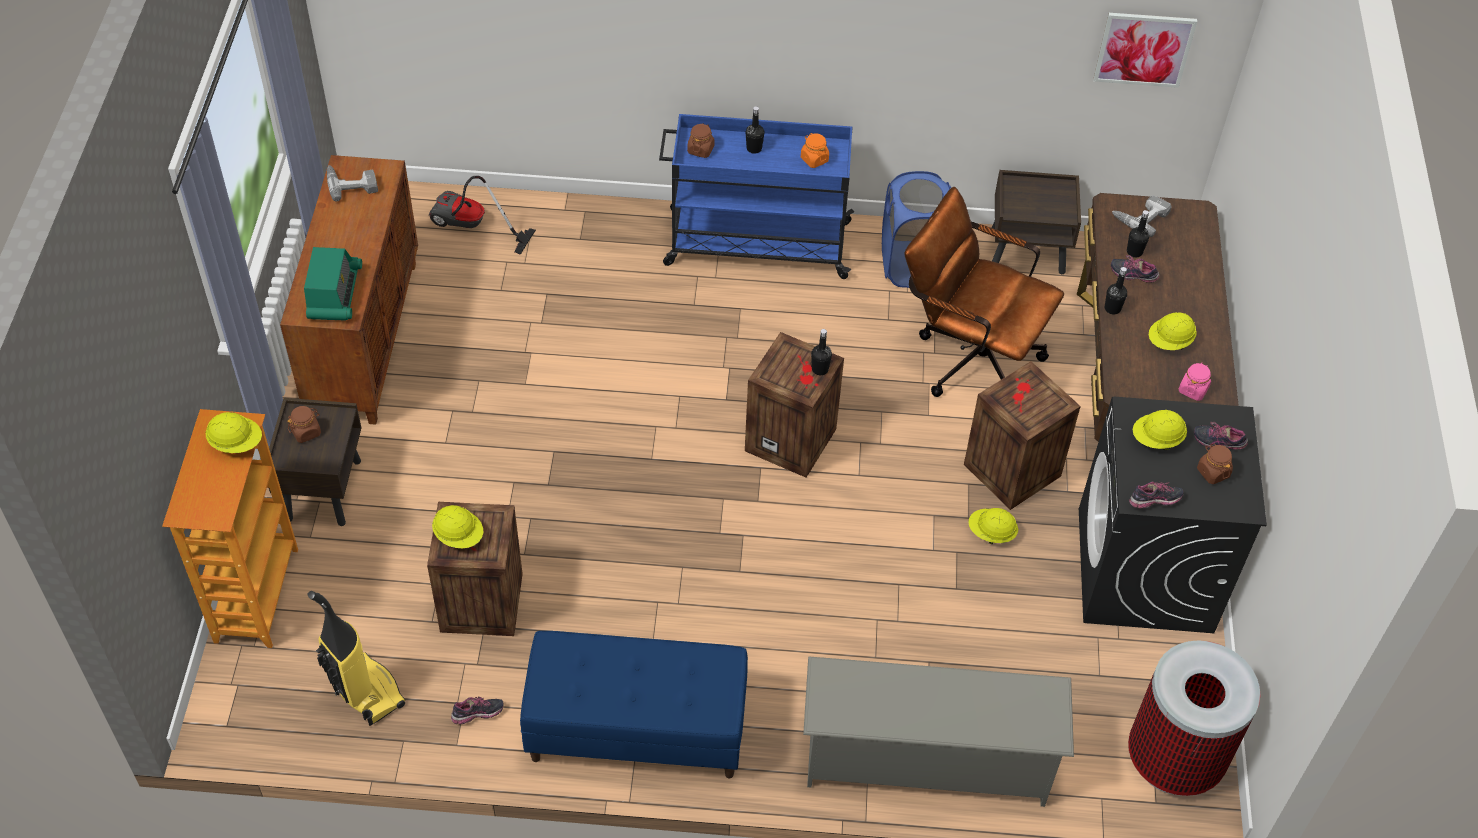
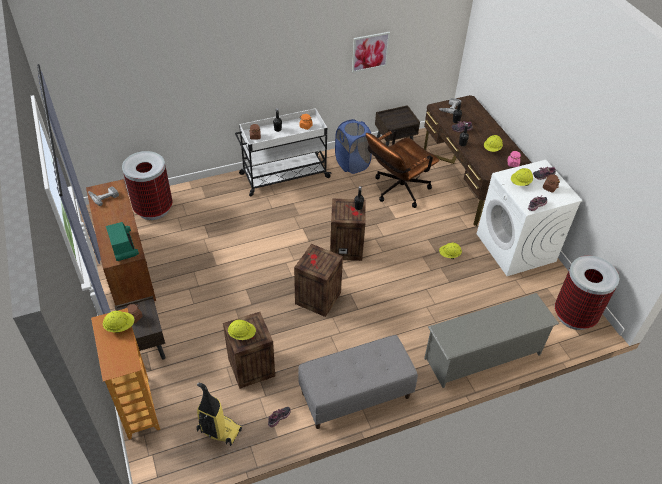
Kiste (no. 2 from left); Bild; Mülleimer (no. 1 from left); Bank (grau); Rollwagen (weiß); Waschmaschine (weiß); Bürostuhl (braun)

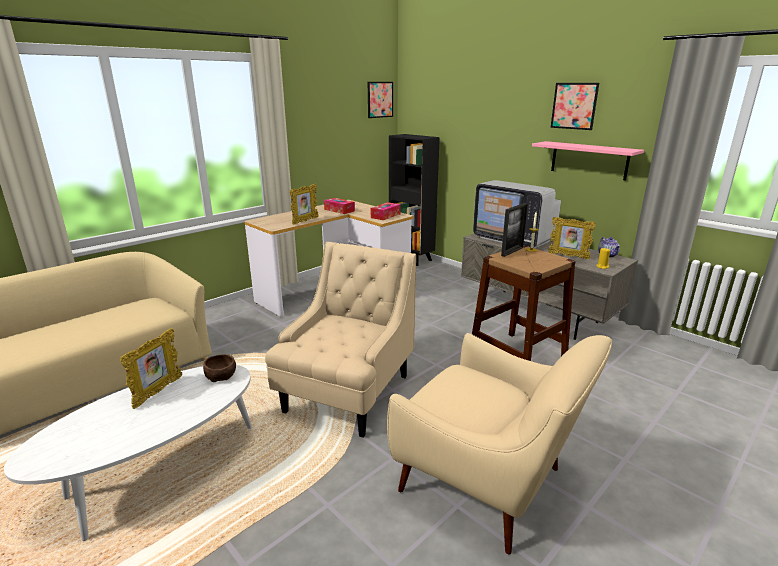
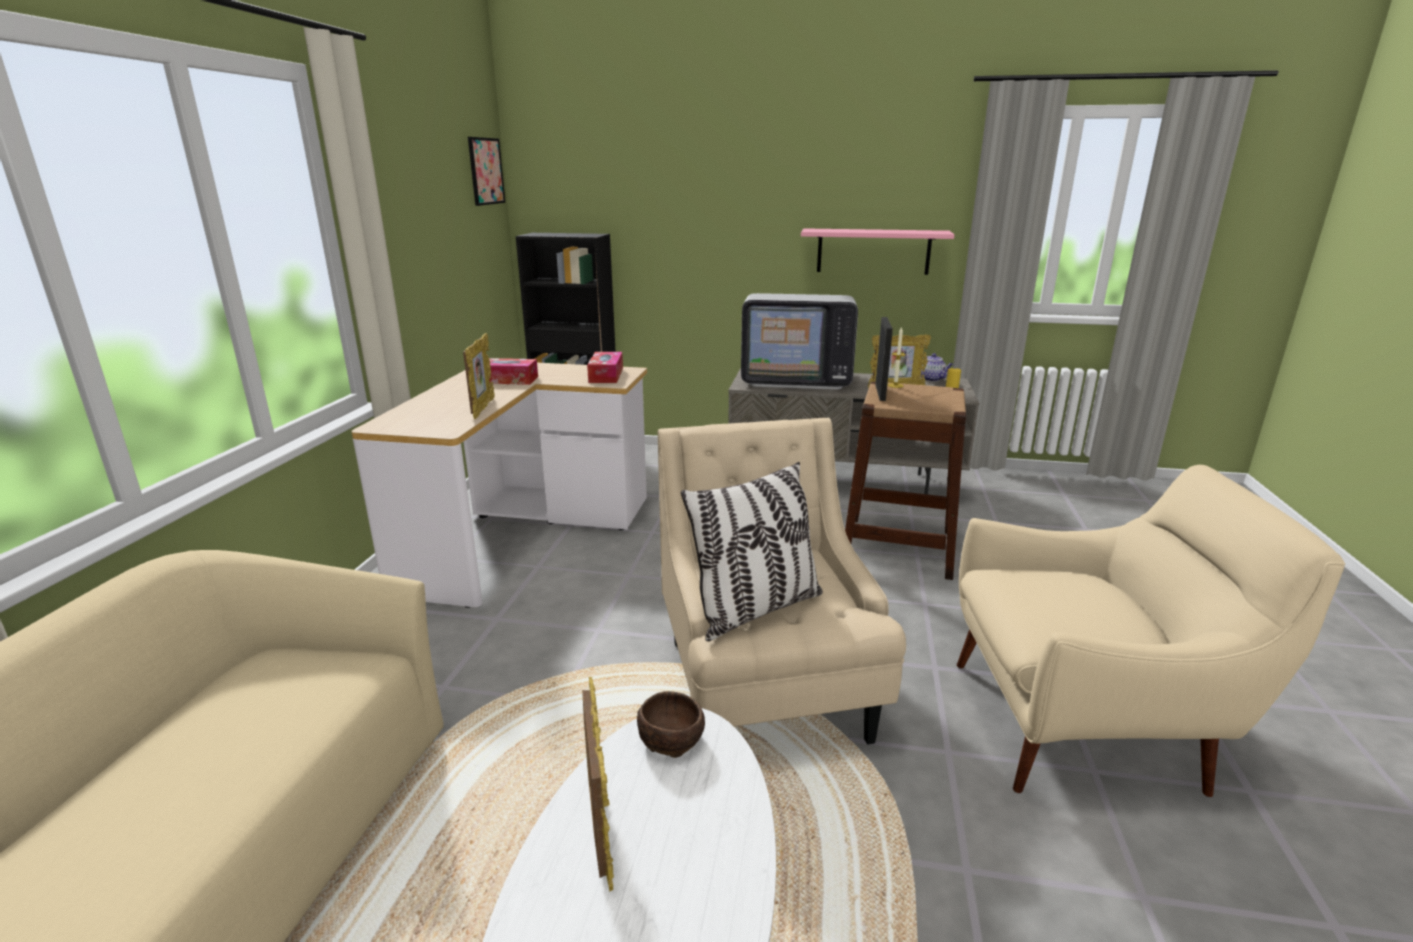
Bild (no. 2 from left in the first image); Kissen

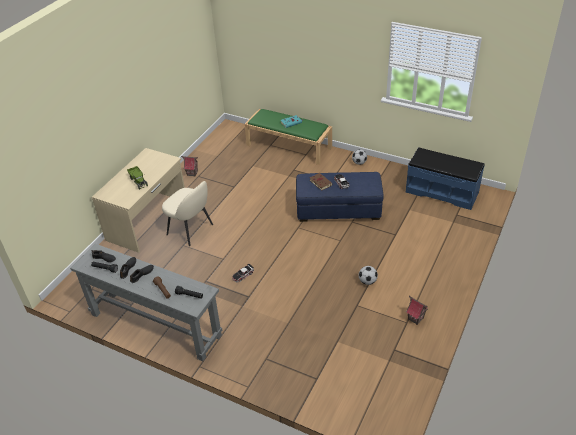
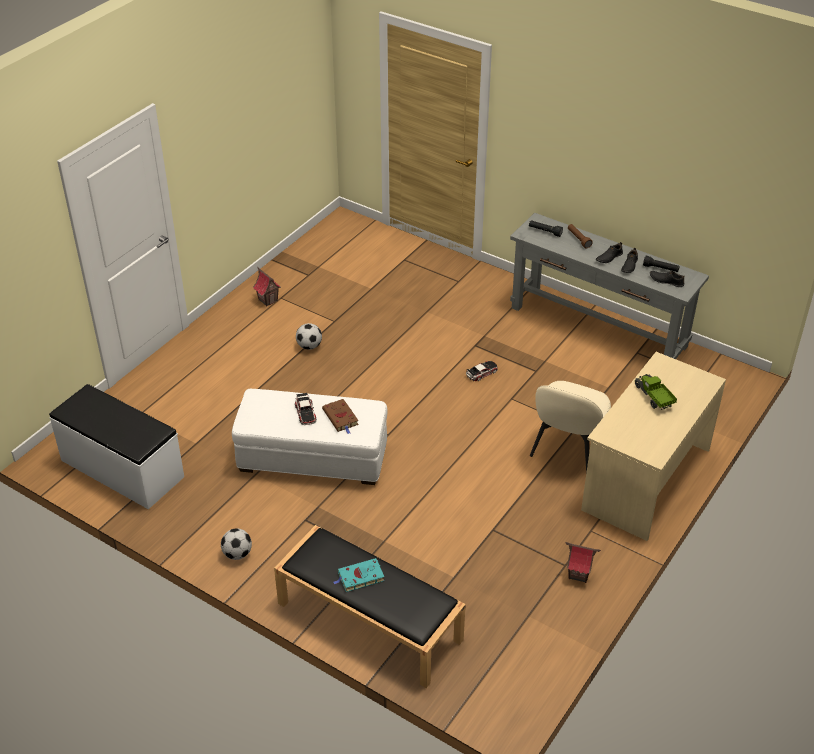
Bank (schwarz); Polsterhocker (weiß); Bank (weiß); Stuhl (beige)

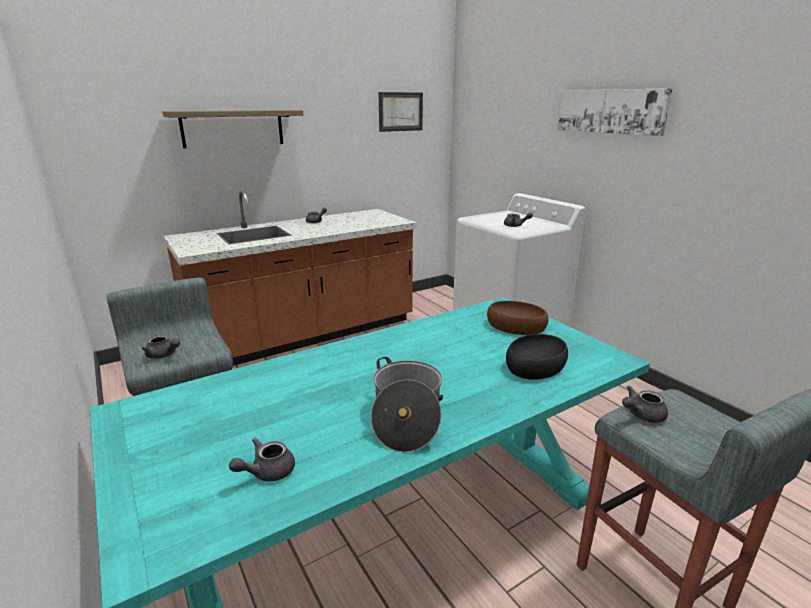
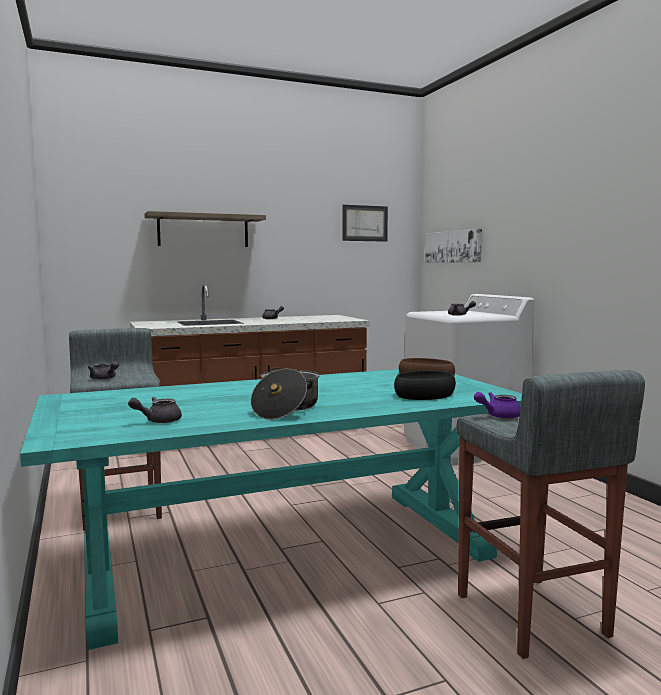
Bild (no. 2 from left); Teekanne (lila)

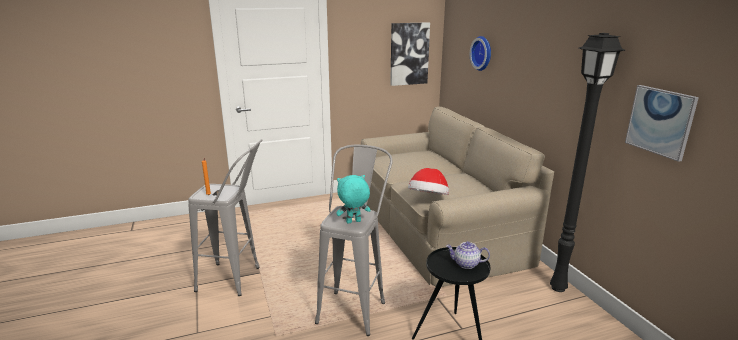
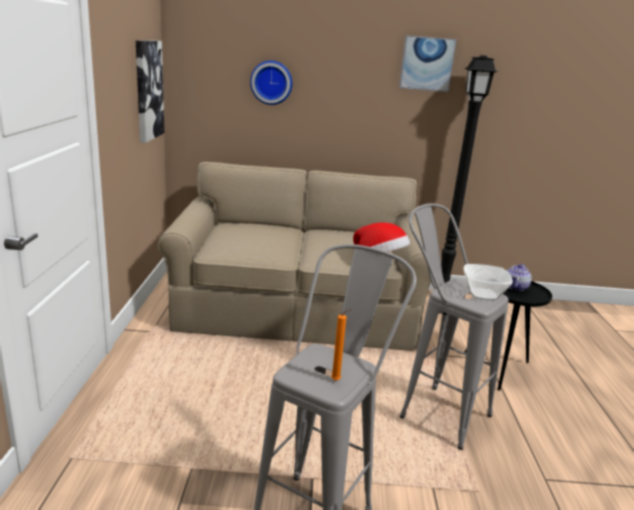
Bild (no. 2 from left); Schüssel

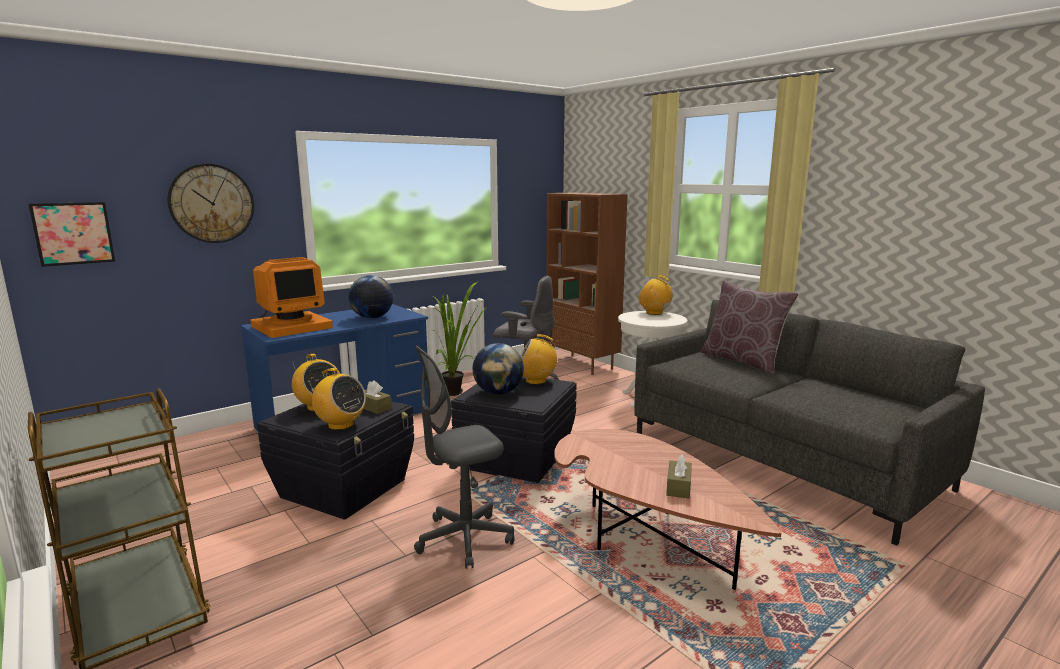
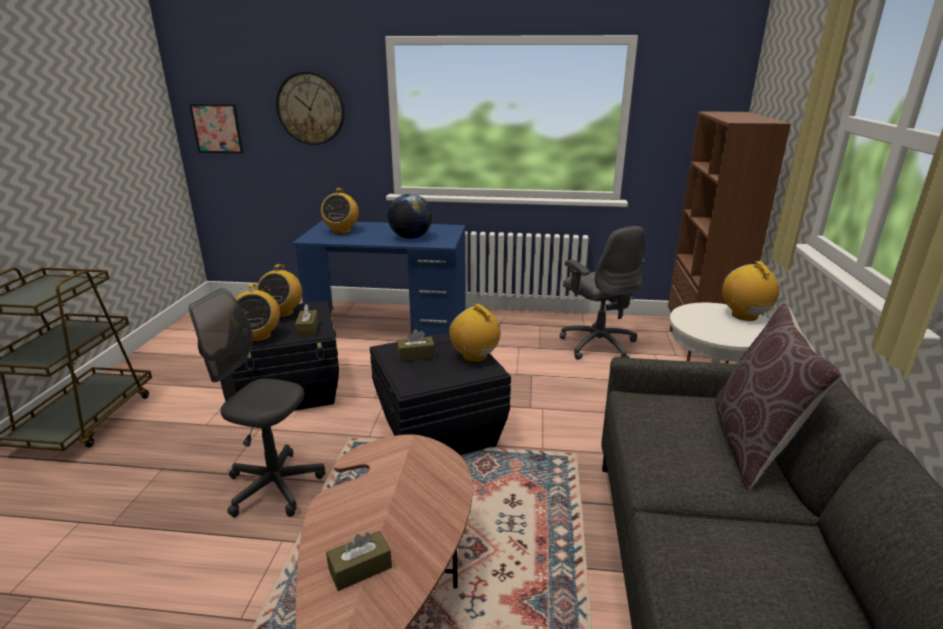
Topfpflanze; Radio (no. 3 from left); Taschentuchbox (braun) (no. 3 from left)

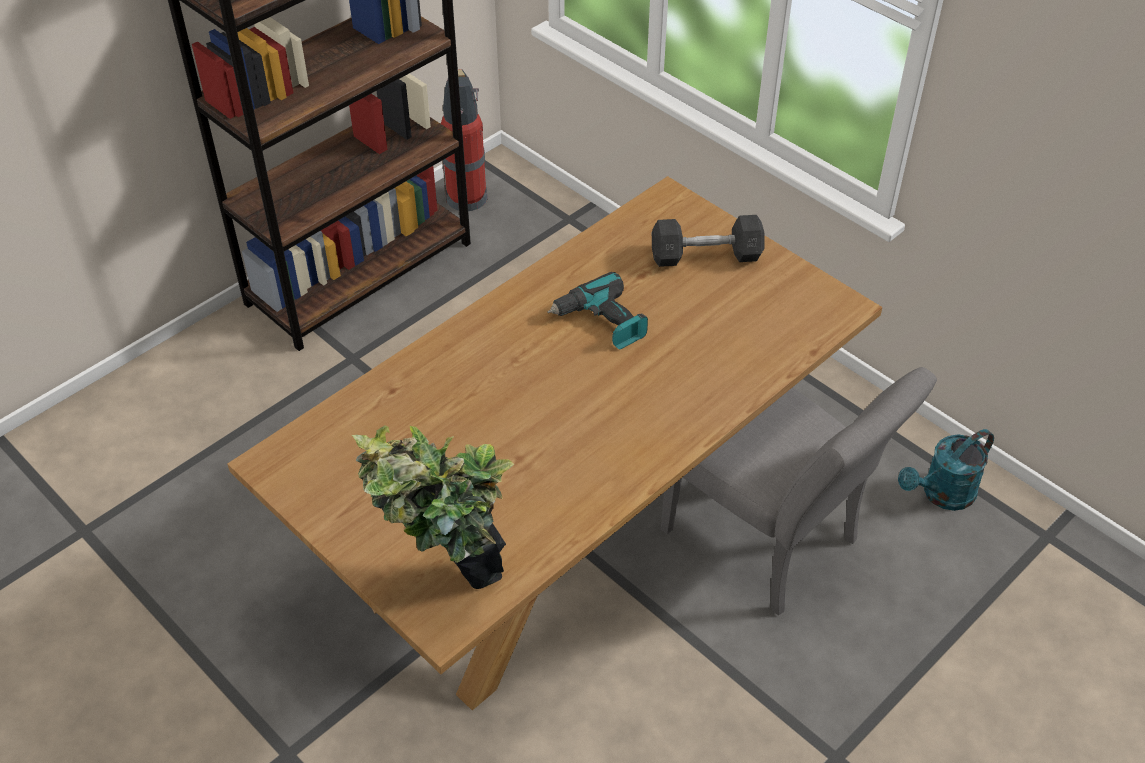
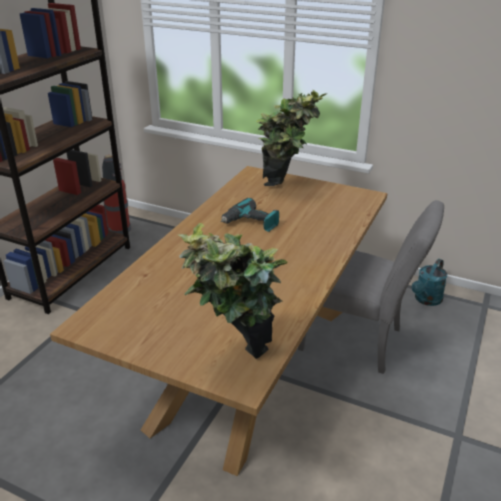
Topfpflanze (no. 2 from left)

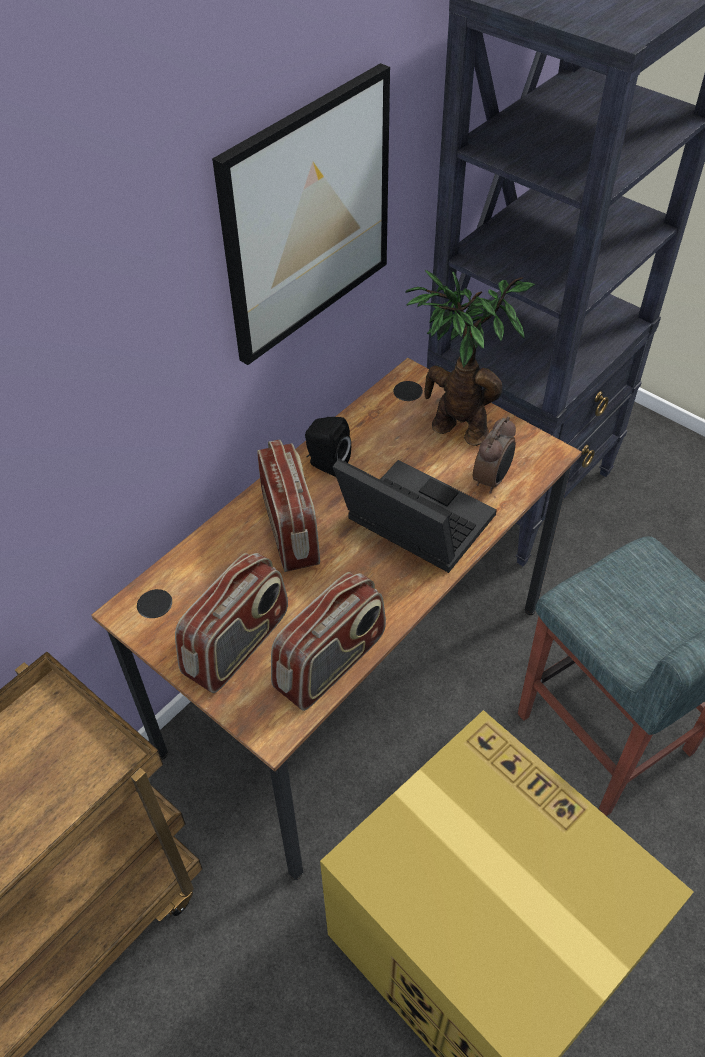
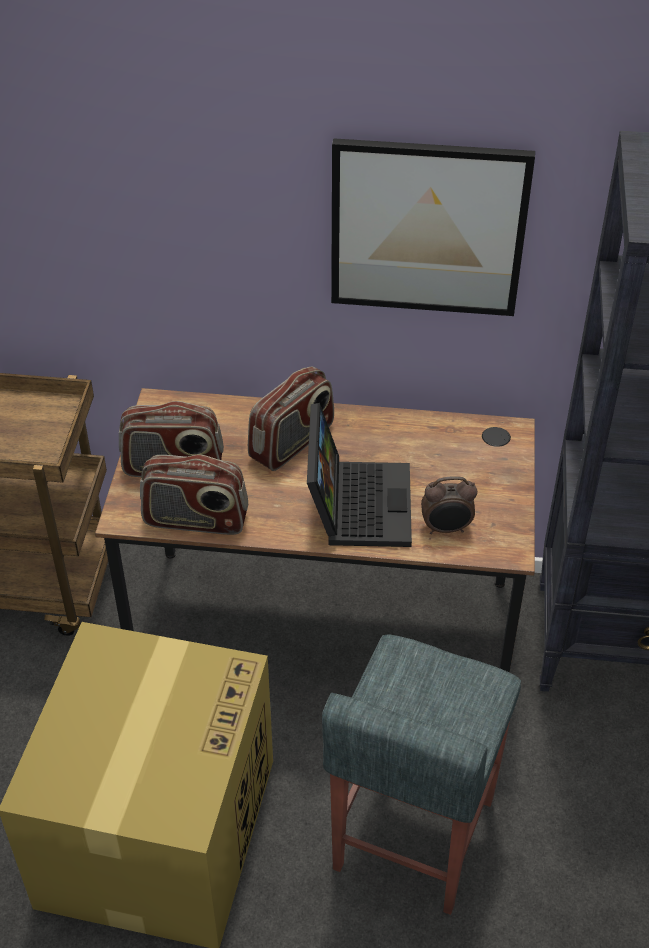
Lautsprecher (schwarz); Topfpflanze

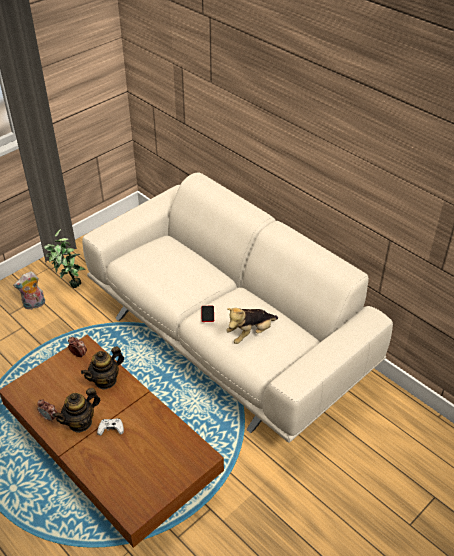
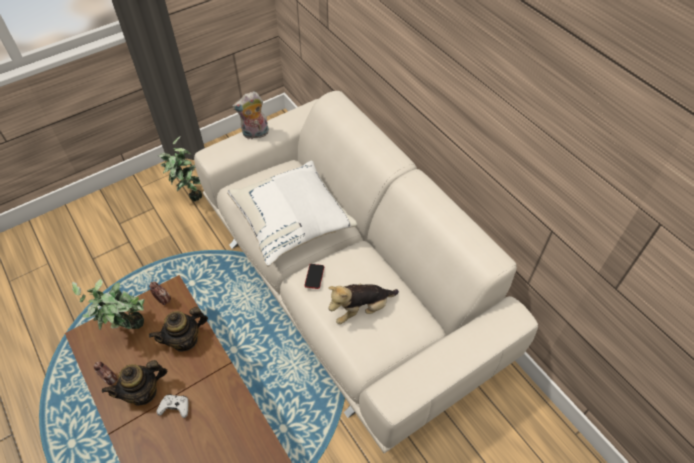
Topfpflanze (no. 1 from left); Kissen (weiß); Plüschtier (no. 1 from left)

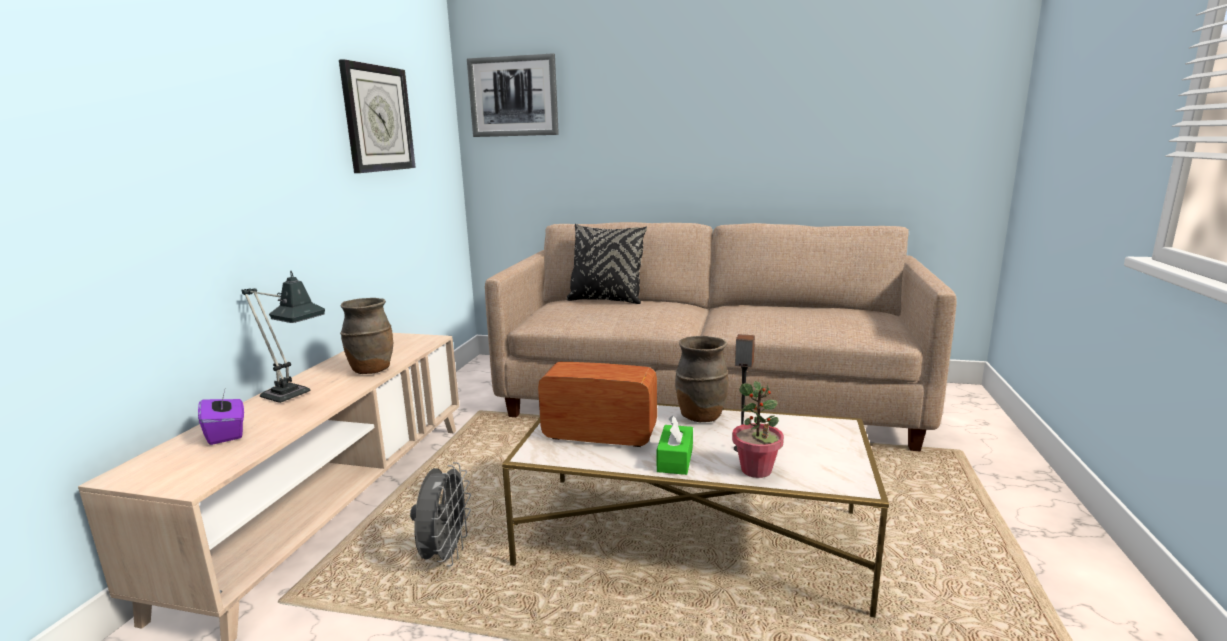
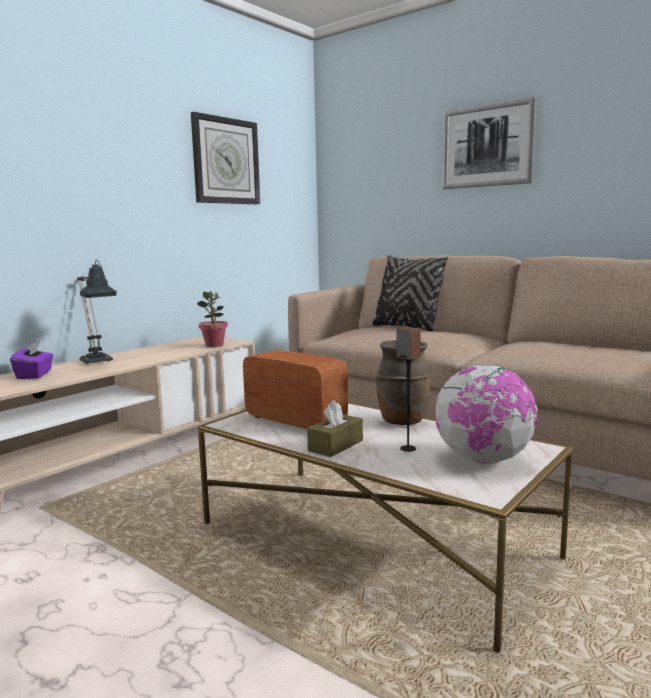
Vase (braun) (no. 1 from left in the first image); Ventilator (grau); Globus; Bild; Topfpflanze; Taschentuchbox (braun)

